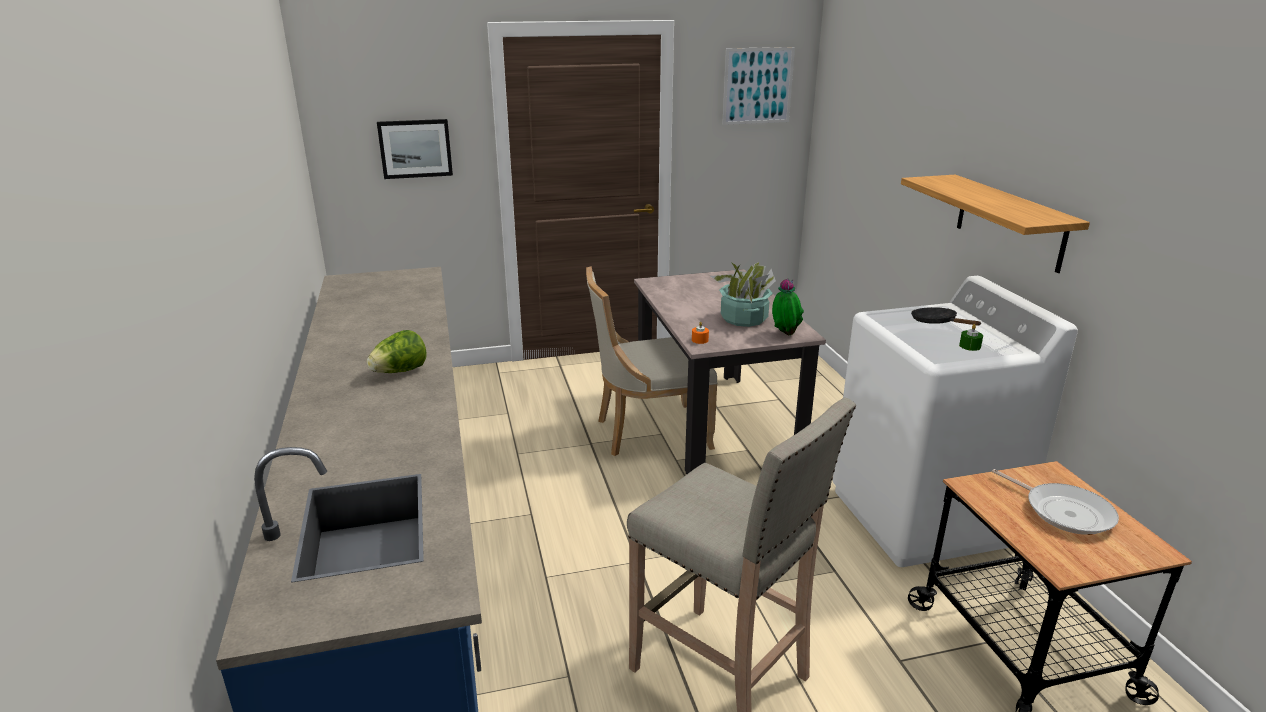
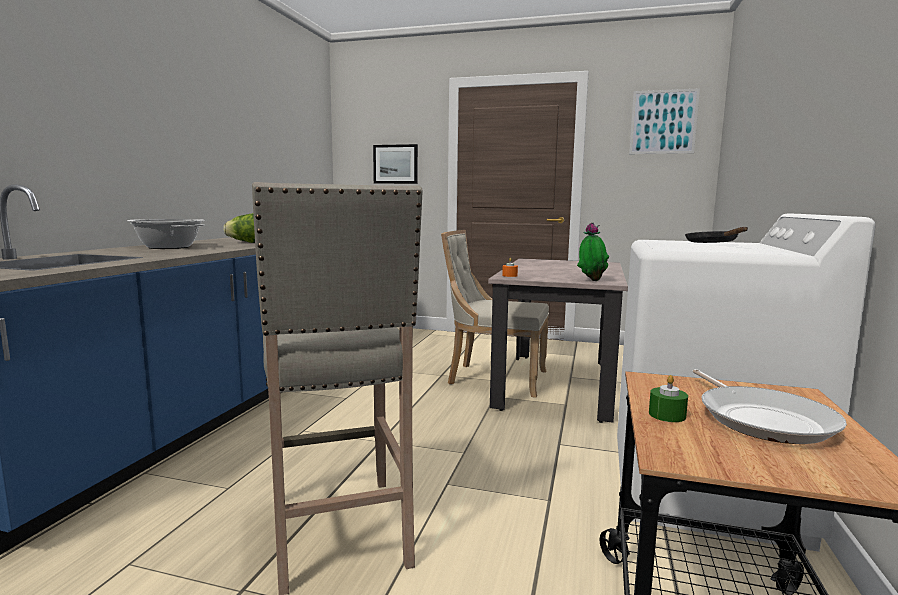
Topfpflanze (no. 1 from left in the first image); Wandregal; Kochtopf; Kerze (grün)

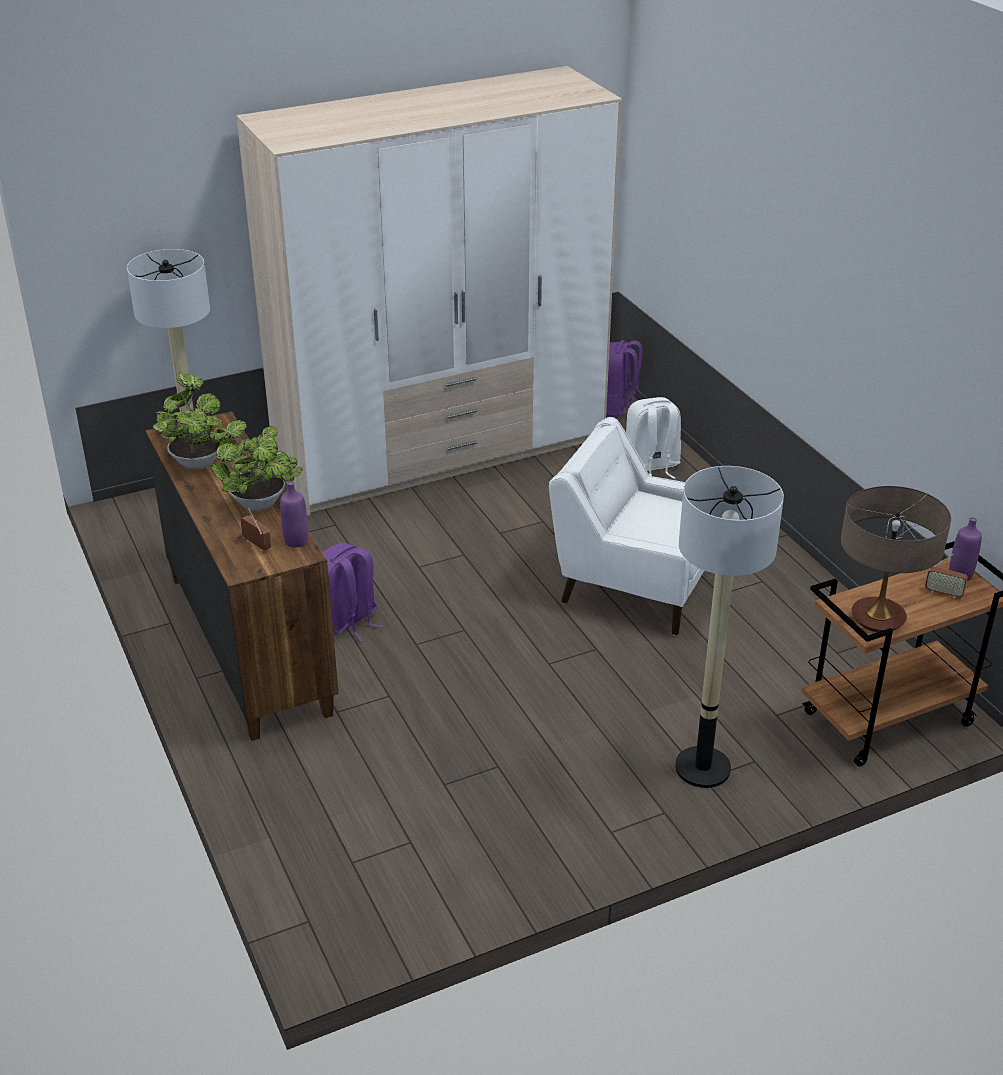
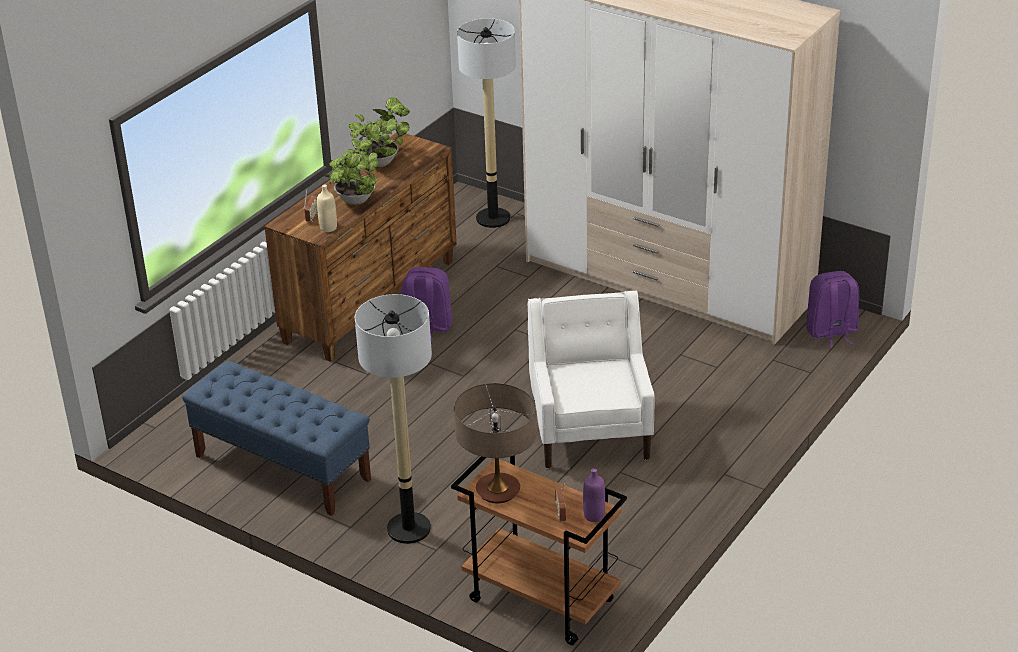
Rucksack (weiß); Bank (blau); Flasche (beige)

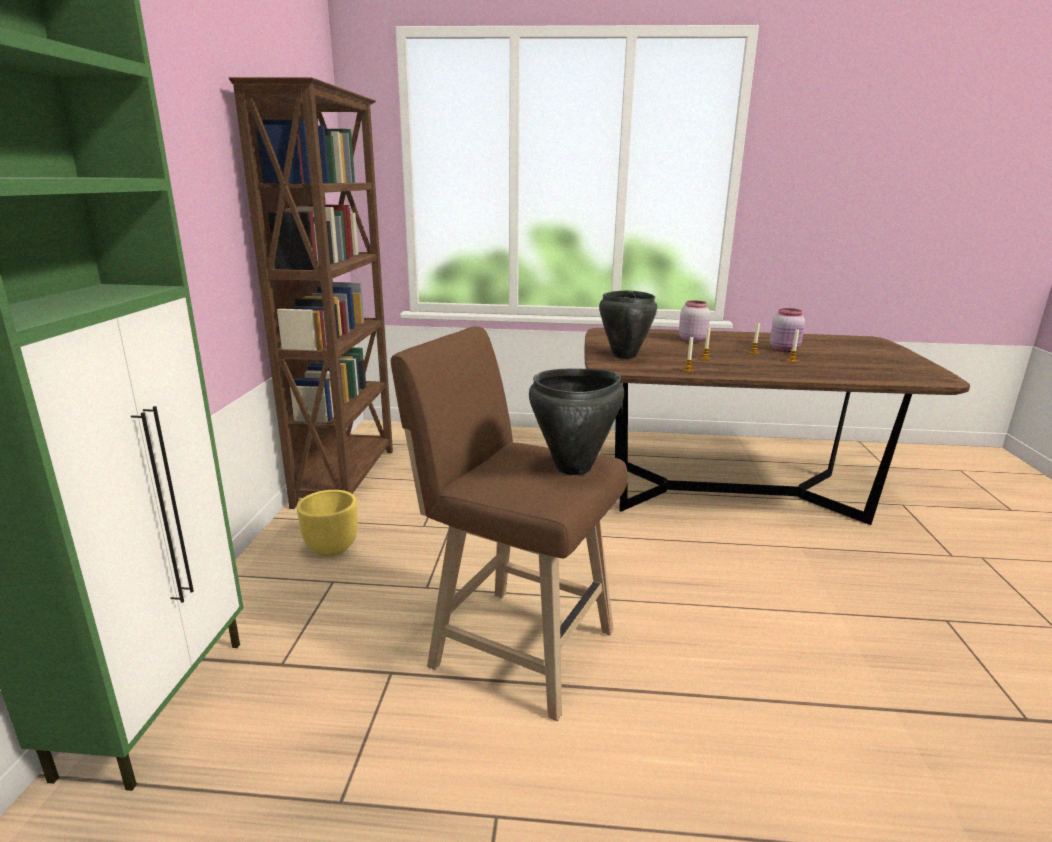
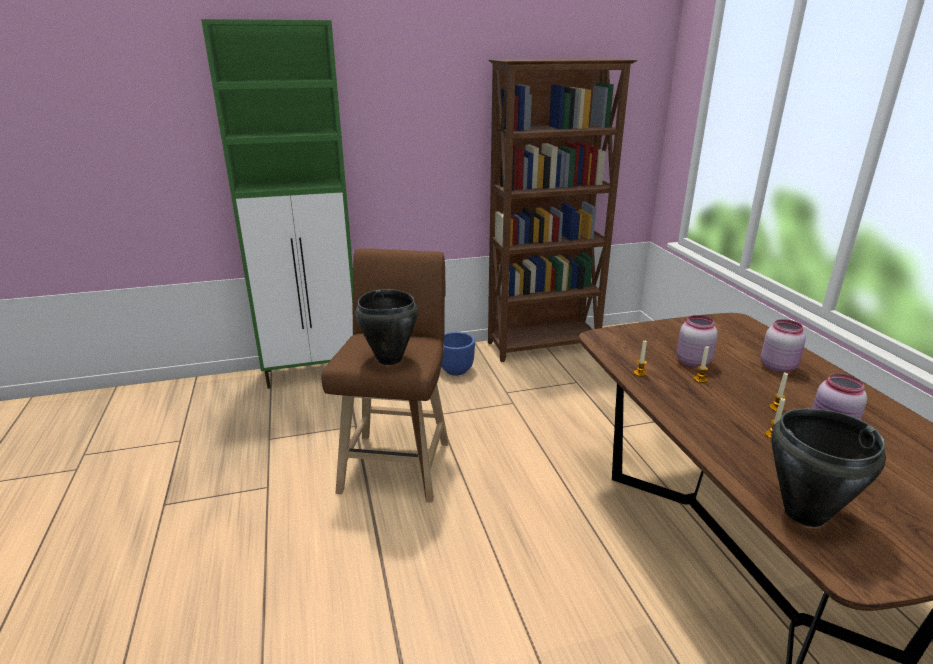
Vorratsglas (rosa) (no. 1 from left); Kochtopf (schwarz) (no. 2 from left); Pflanzkübel (blau)

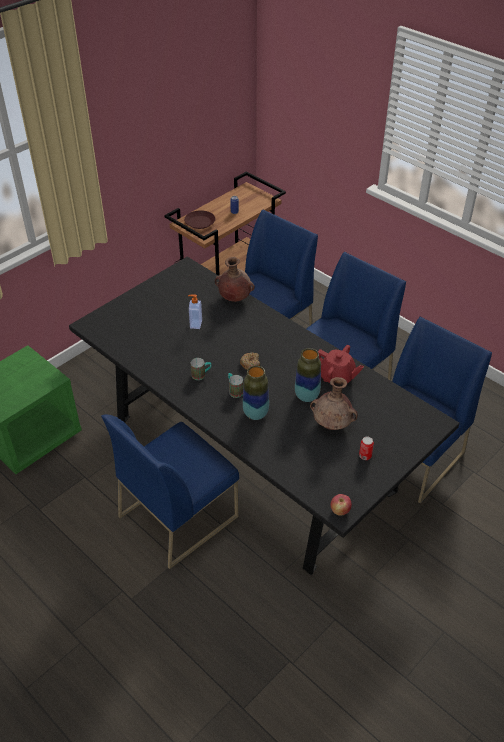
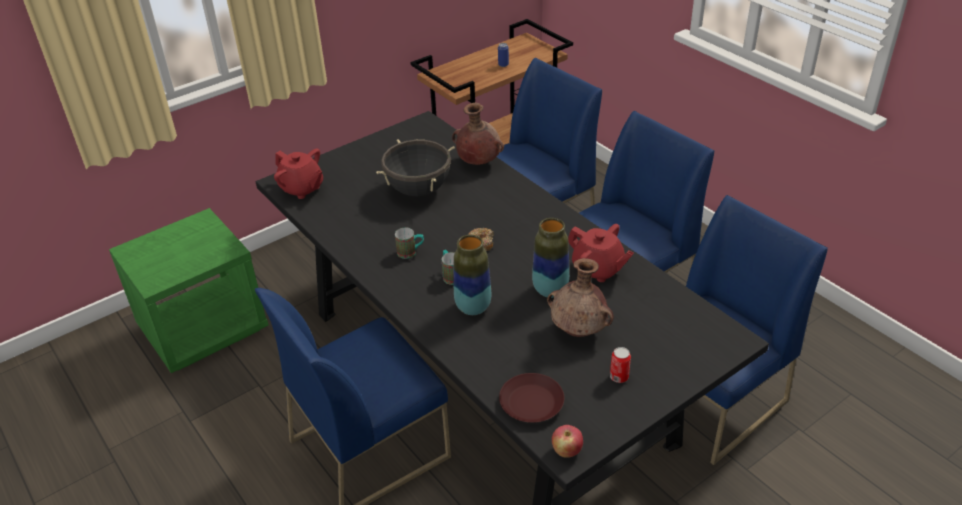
Teekanne (rot) (no. 1 from left); Teller (braun); Kochtopf (schwarz)

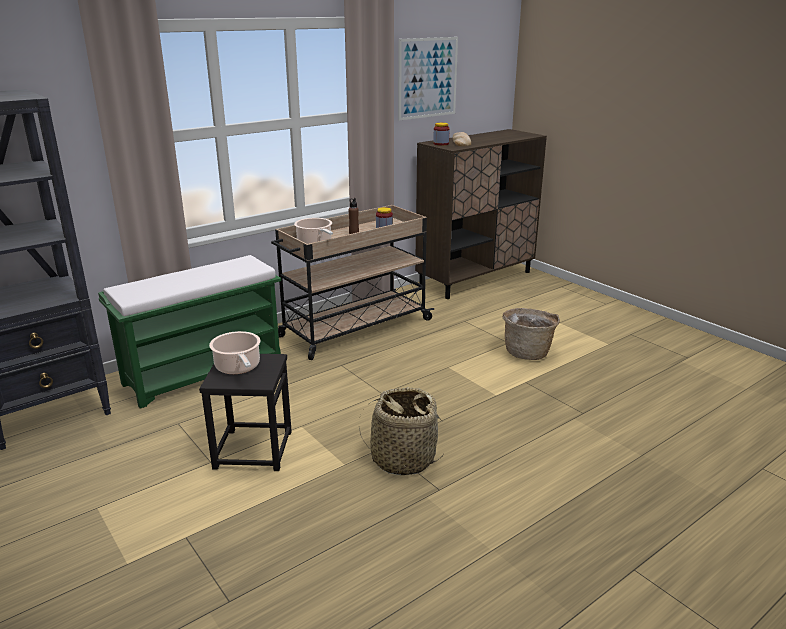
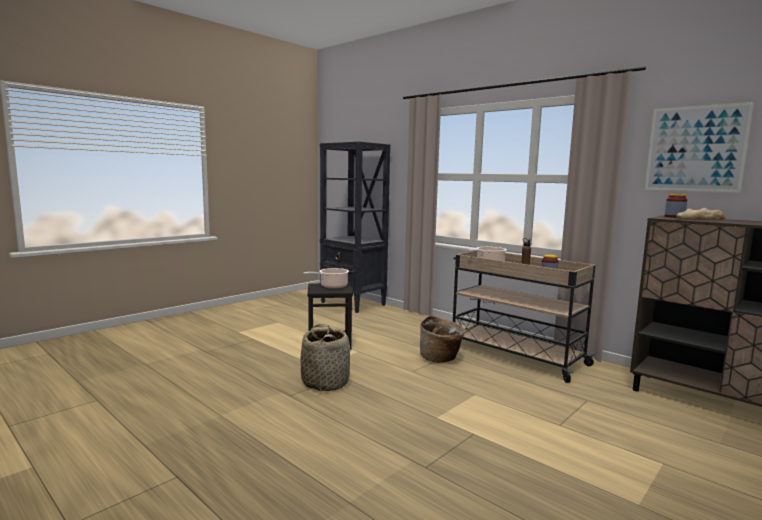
Bank (grün); Korb (no. 2 from left)

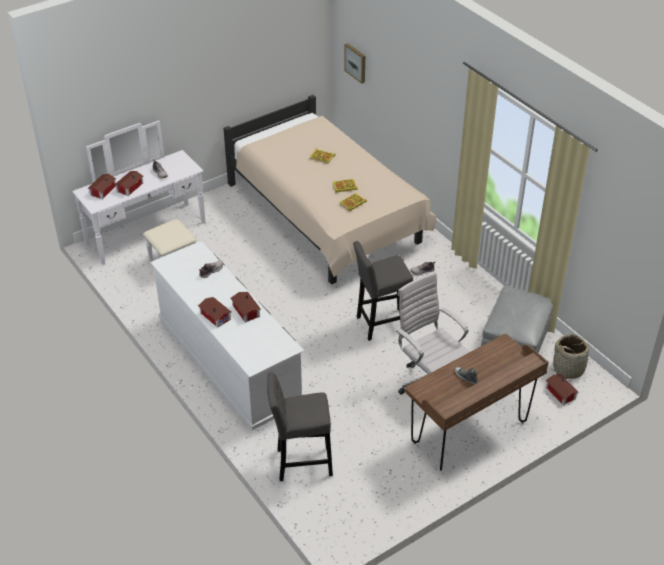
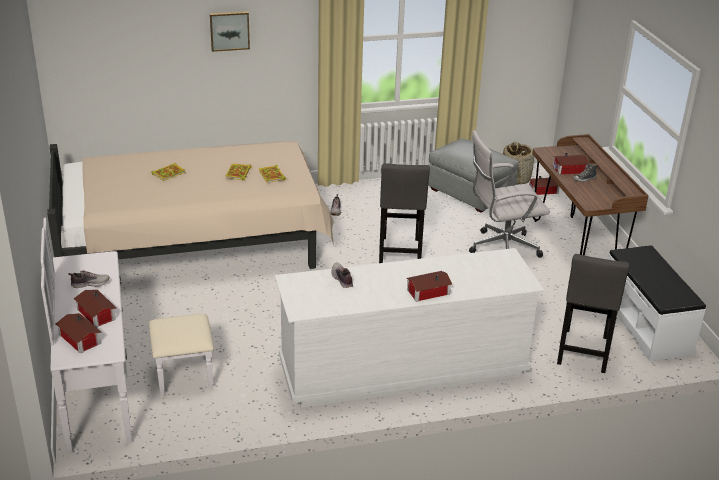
Bank (weiß); Spielzeughaus (no. 5 from left); Bild

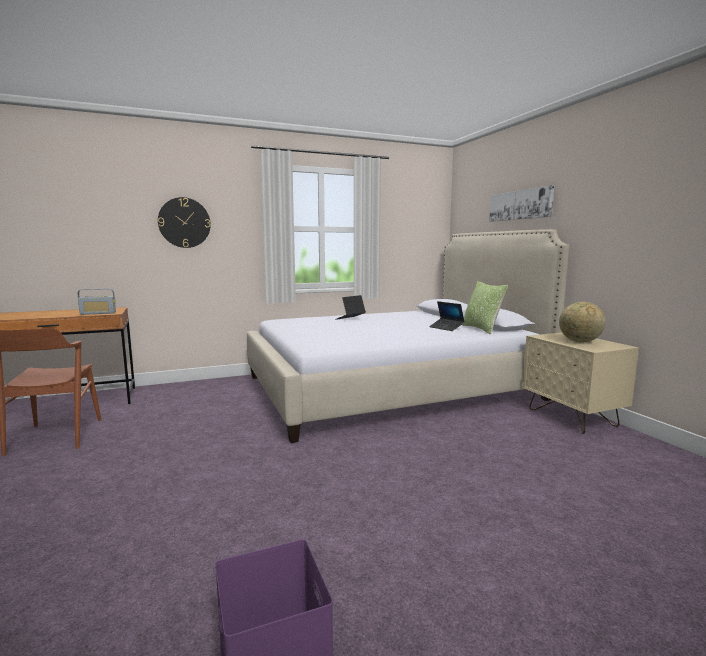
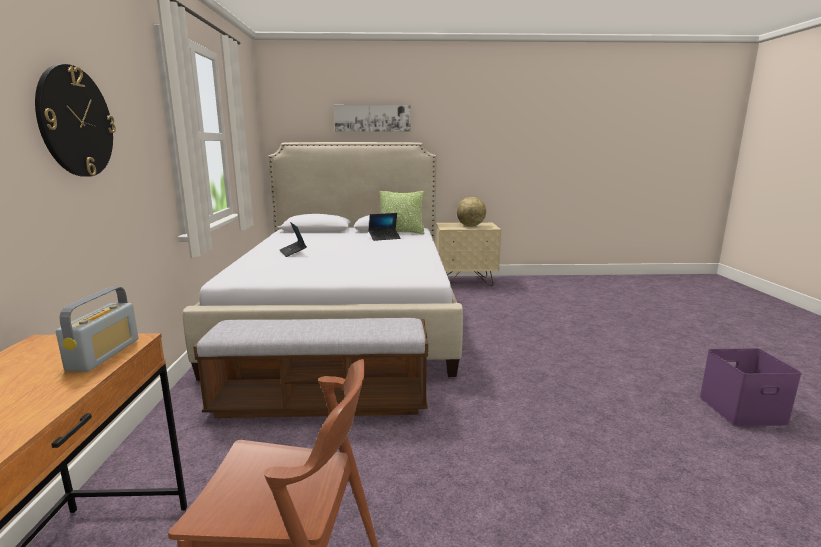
Bank

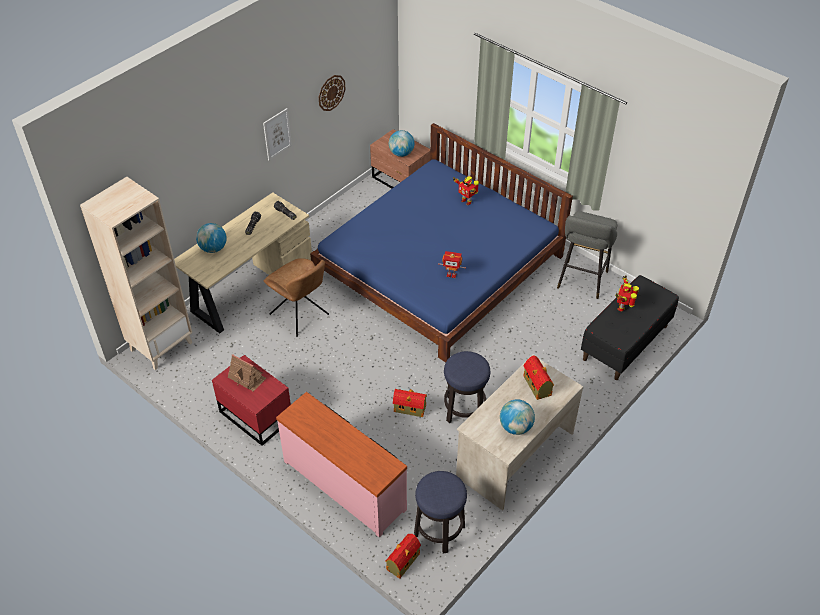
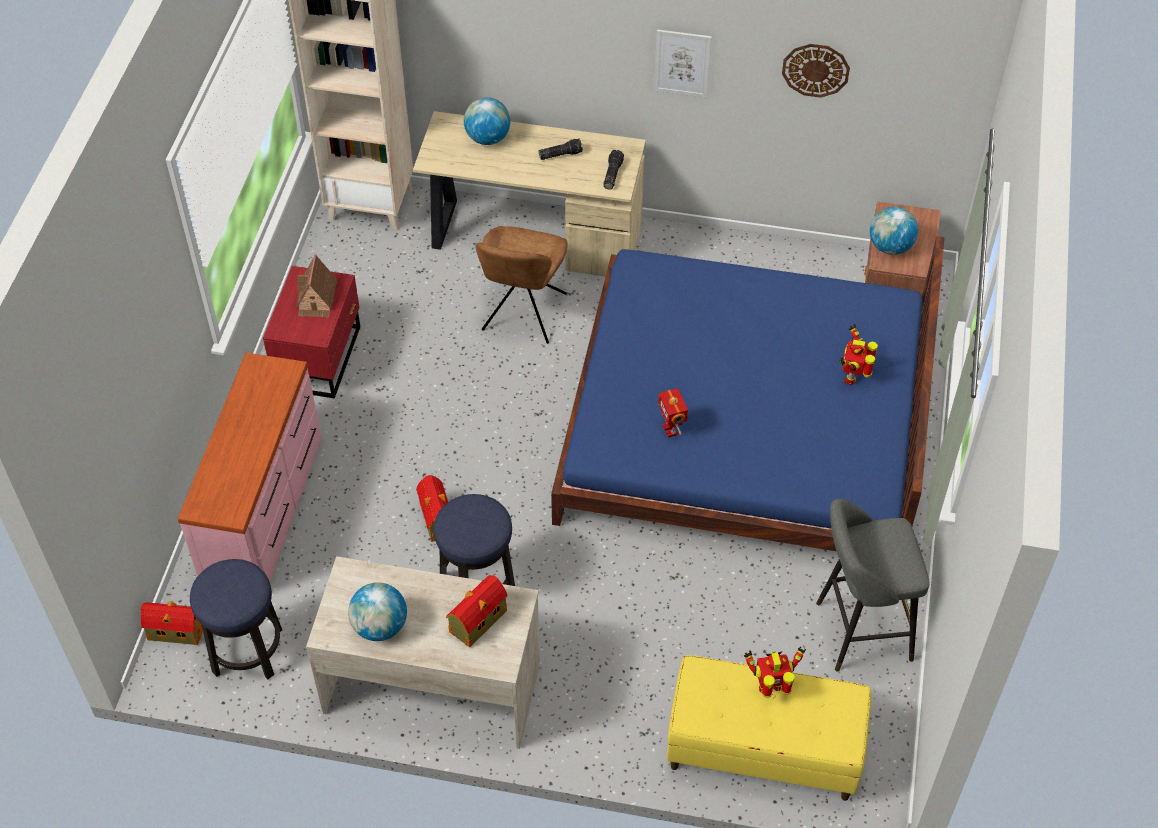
Bank (gelb)

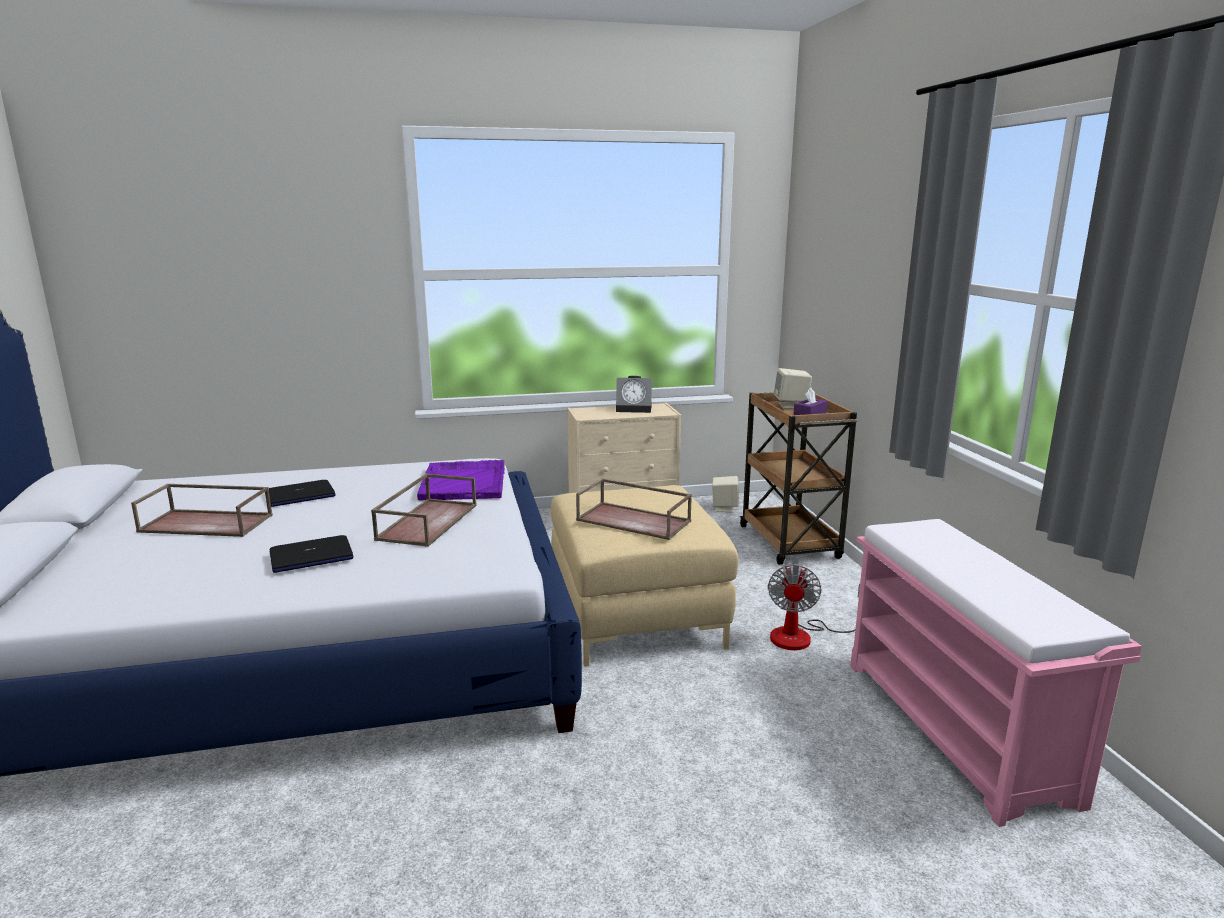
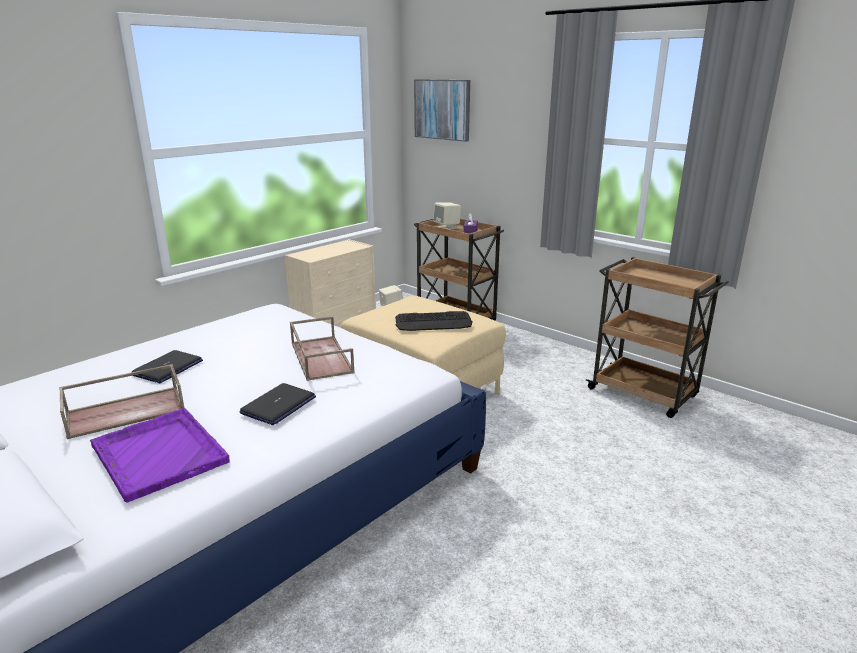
Wecker; Ventilator; Bild; Tablett (lila); Tastatur; Rollwagen (braun) (no. 2 from left)

